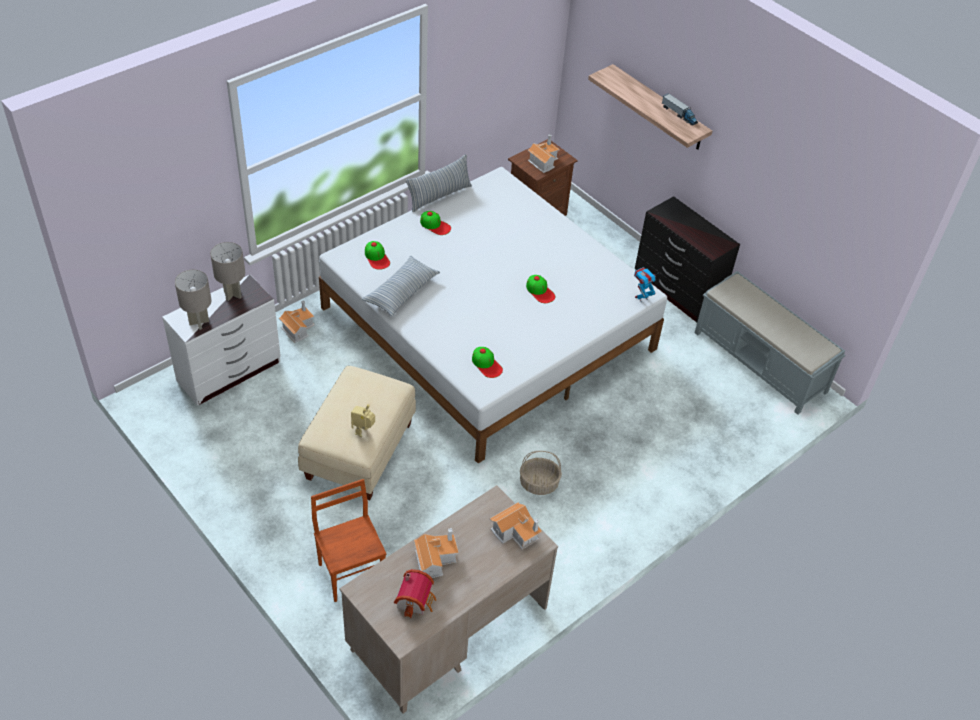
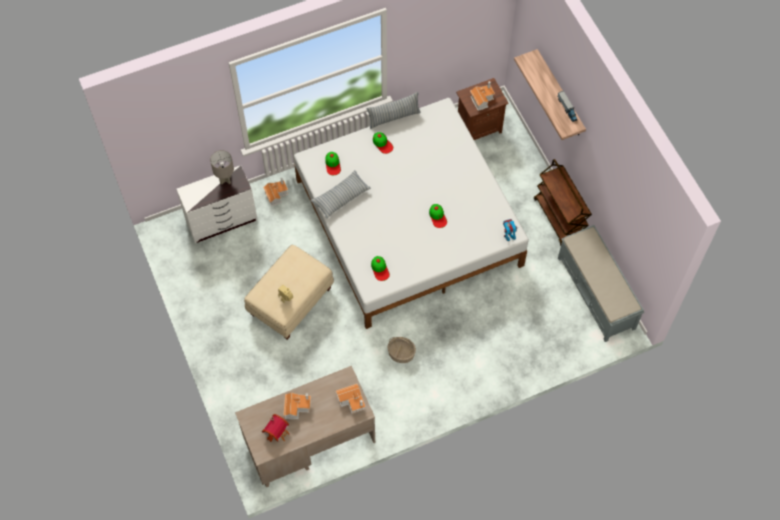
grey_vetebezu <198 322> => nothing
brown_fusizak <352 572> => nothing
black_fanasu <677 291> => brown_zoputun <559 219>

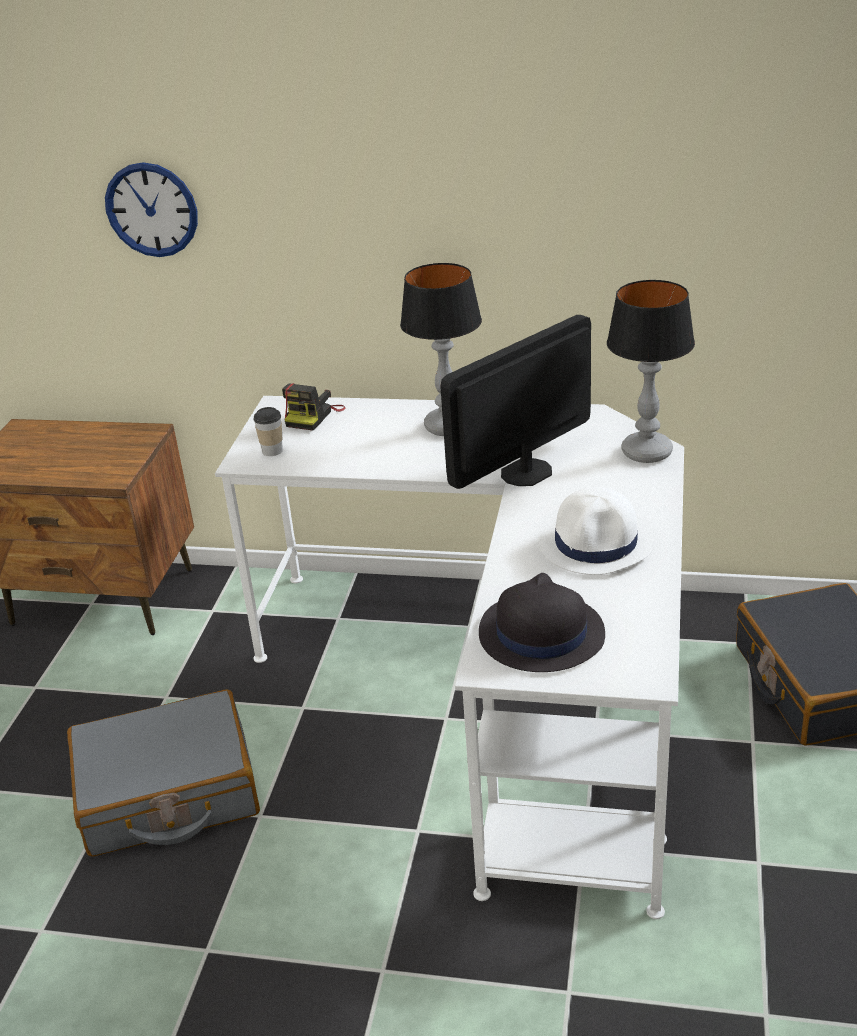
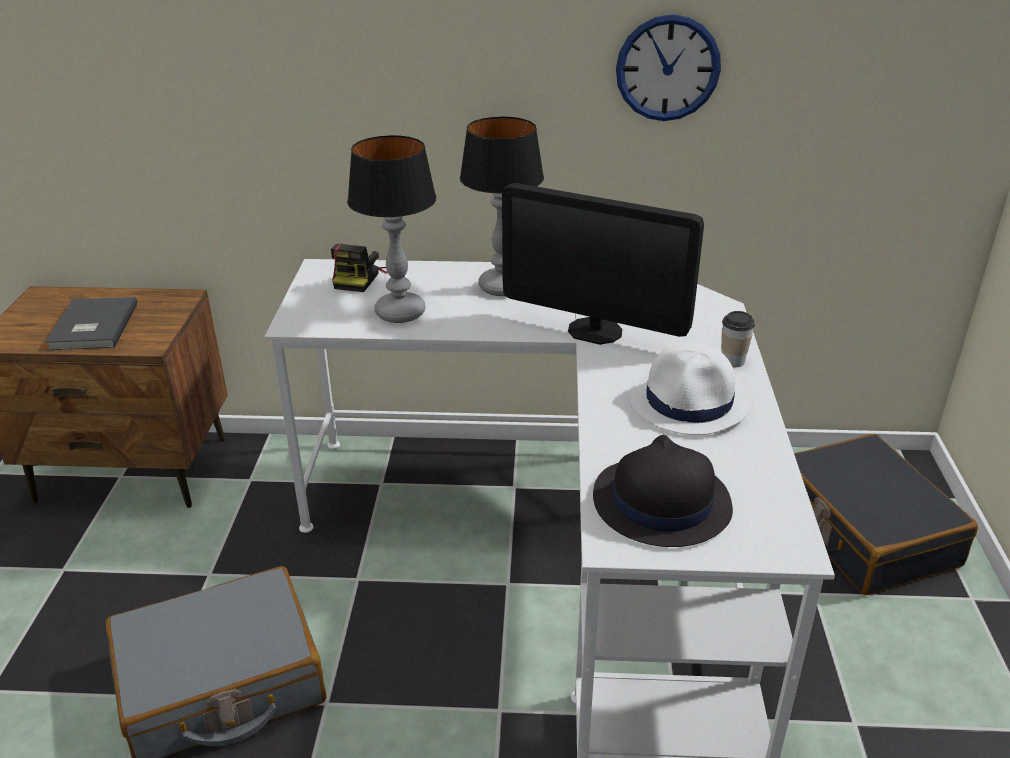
nothing => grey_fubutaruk <91 327>
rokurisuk <151 210> => rokurisuk <667 68>, relocated
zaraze <272 451> => zaraze <732 361>, relocated
vetebezu <648 452> => vetebezu <401 313>, relocated
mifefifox <526 472> => mifefifox <595 331>, 105 degrees counterclockwise

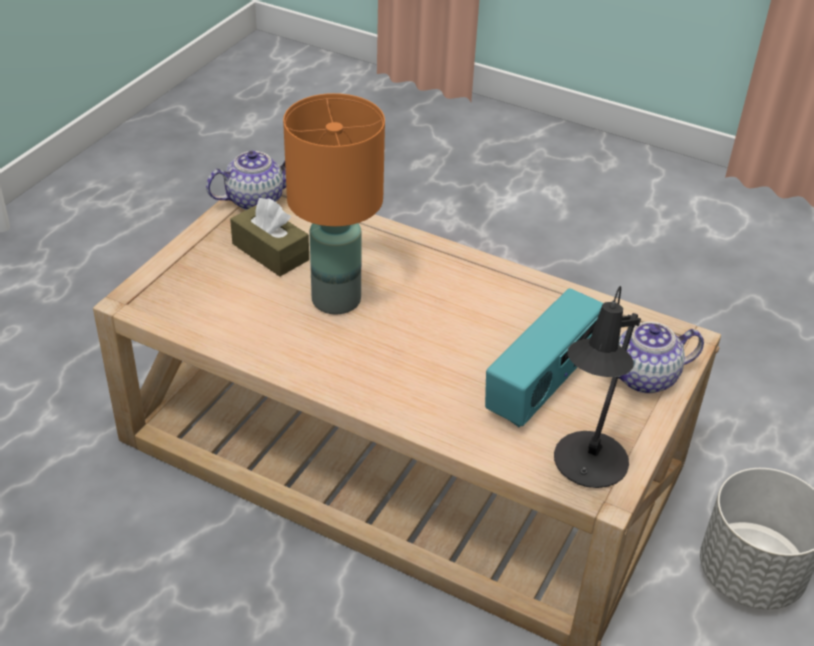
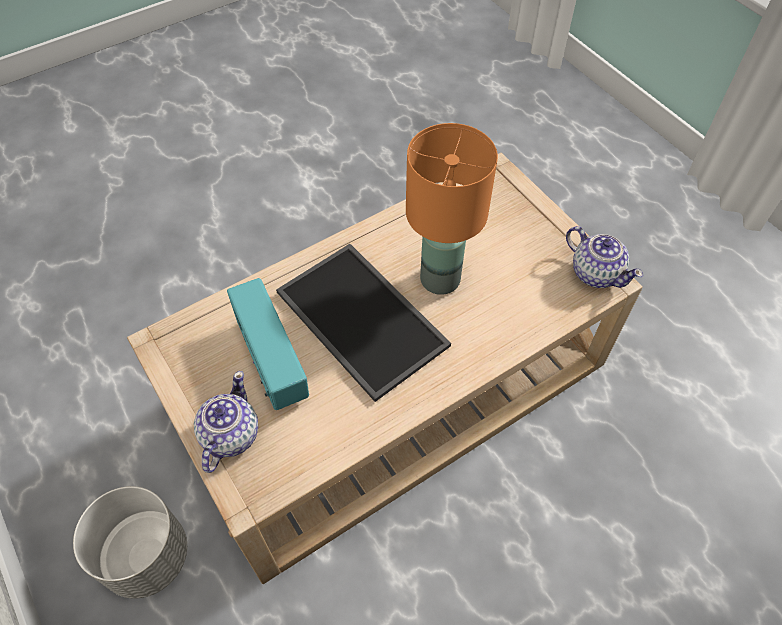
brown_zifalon <270 252> => nothing
black_vetebezu <586 467> => nothing
nothing => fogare <364 318>
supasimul <254 200> => supasimul <595 272>, 45 degrees counterclockwise

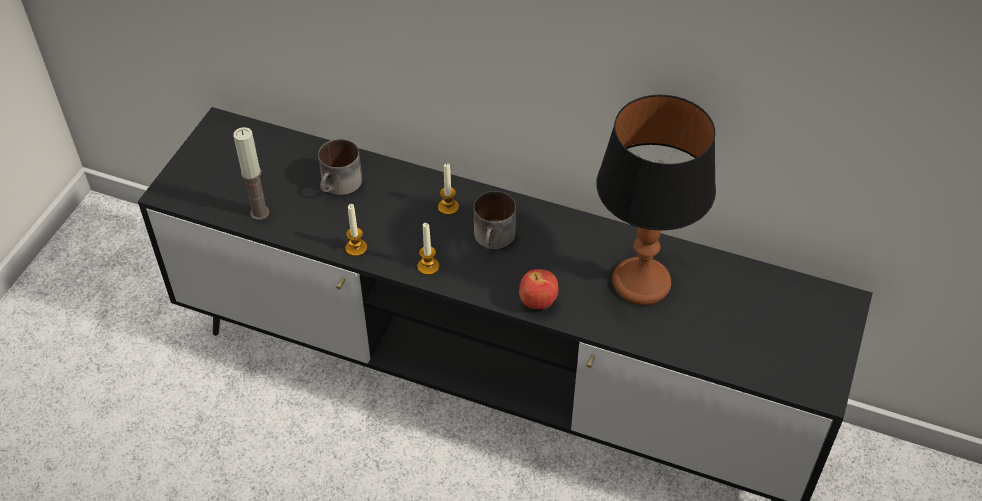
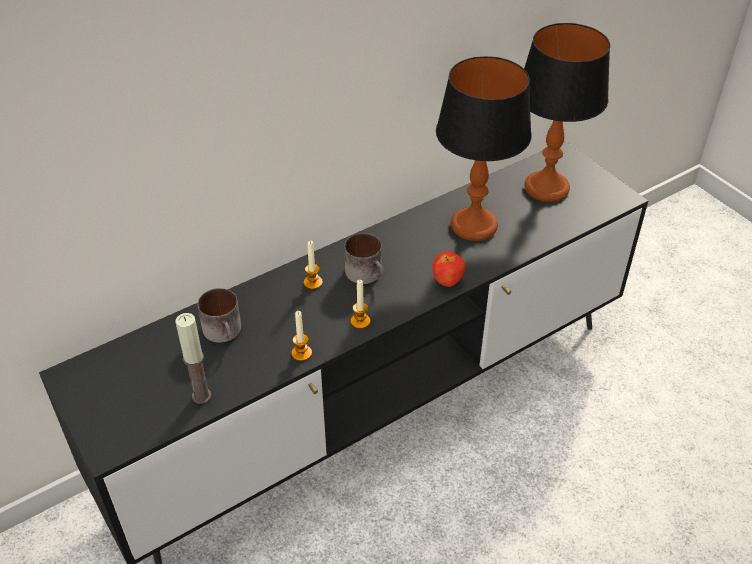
nothing => vetebezu <546 187>

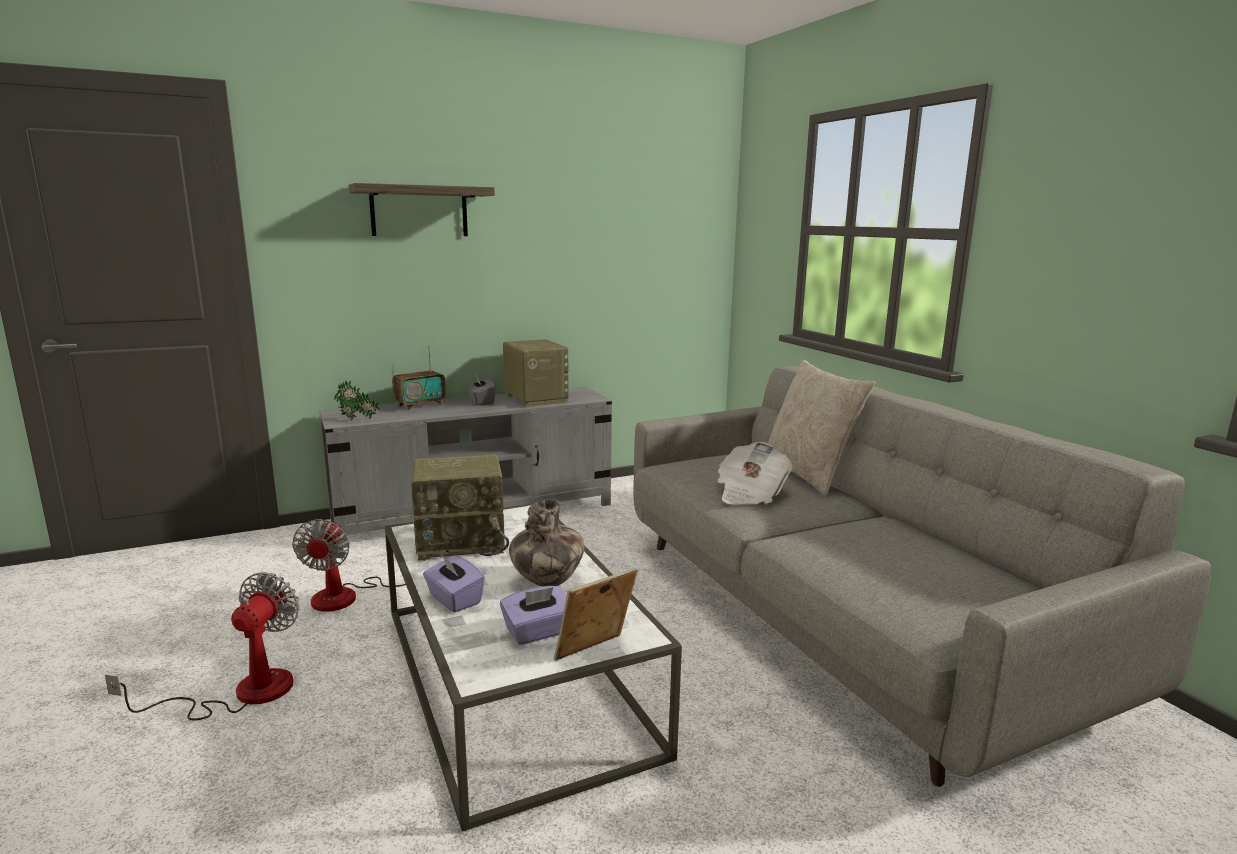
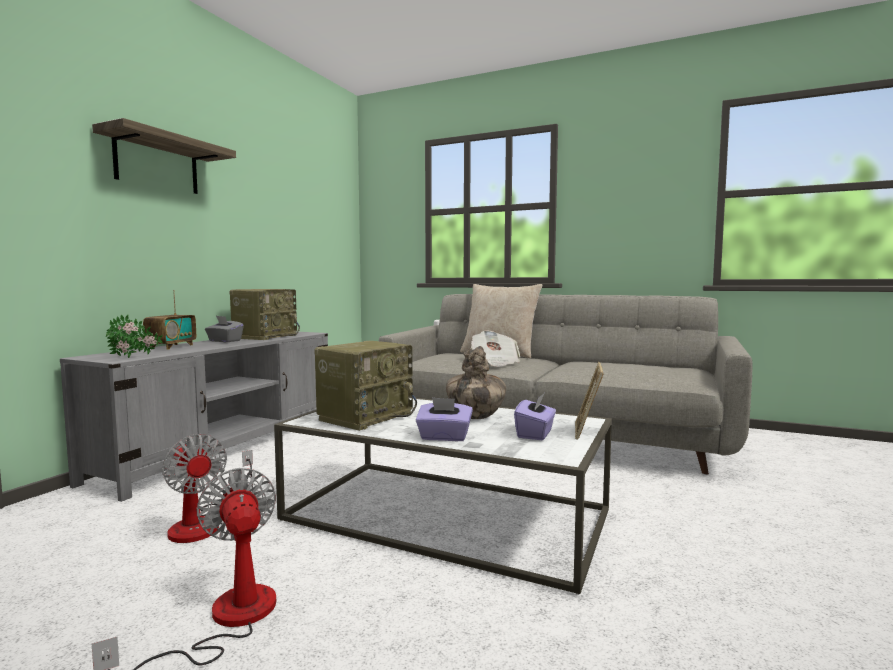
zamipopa <534 398> => zamipopa <265 336>, 90 degrees clockwise

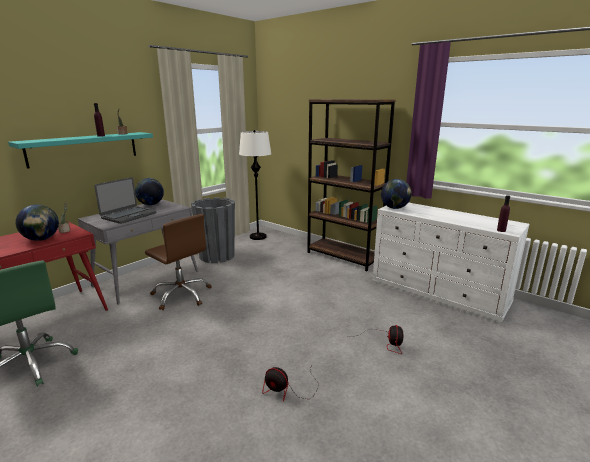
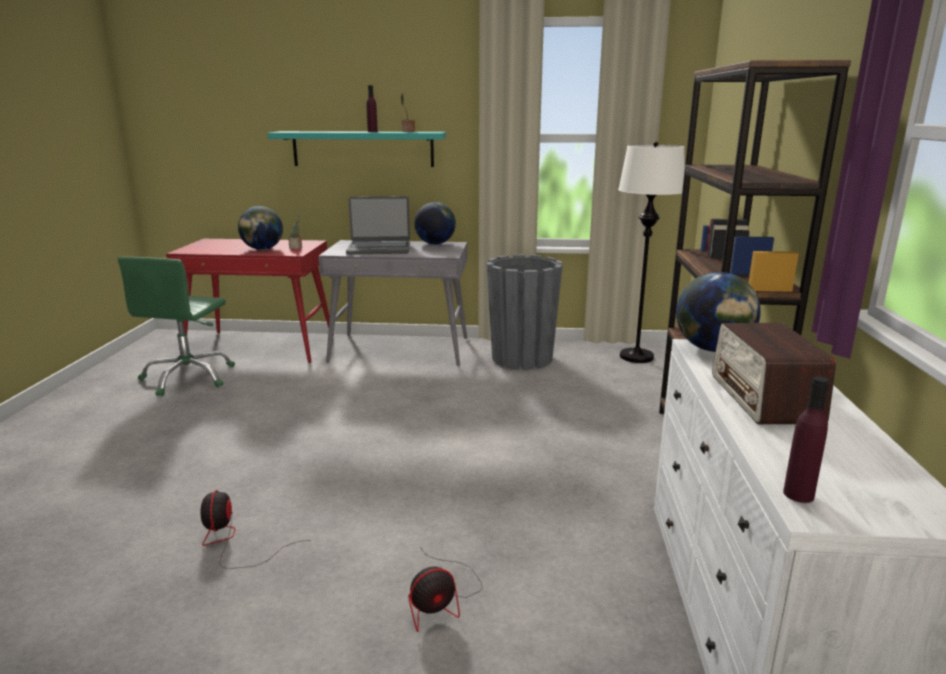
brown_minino <181 295> => nothing
nothing => zamipopa <764 398>

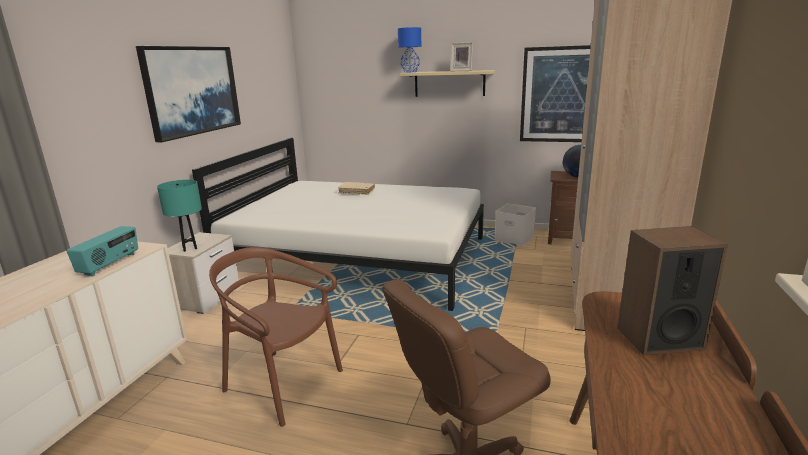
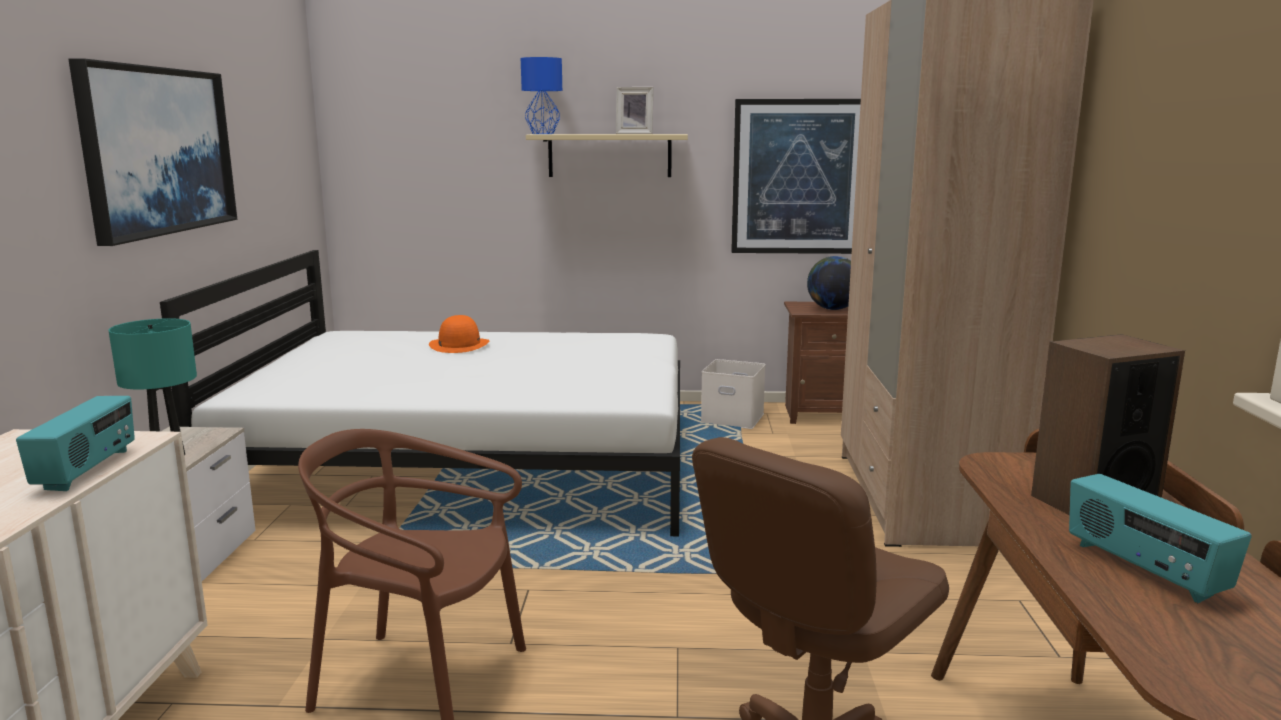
nothing => zamipopa <1143 570>
beige_fubutaruk <356 192> => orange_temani <459 345>

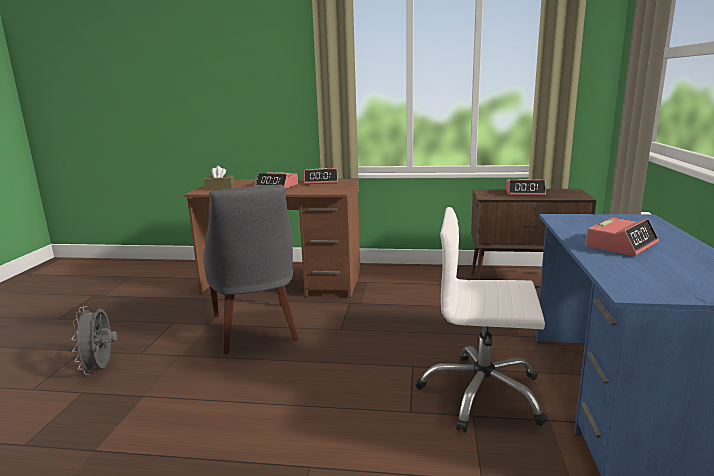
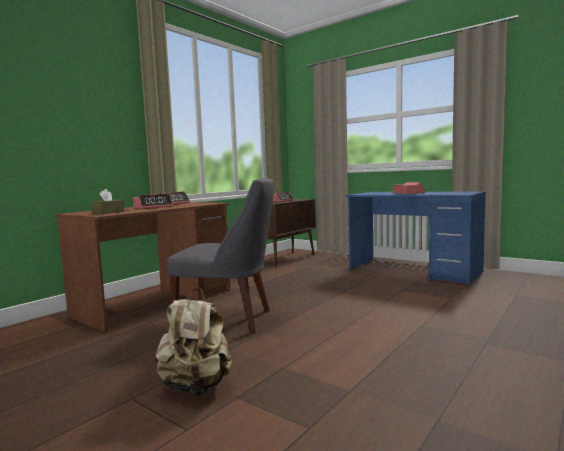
white_minino <482 394> => nothing
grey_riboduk <101 368> => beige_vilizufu <197 386>

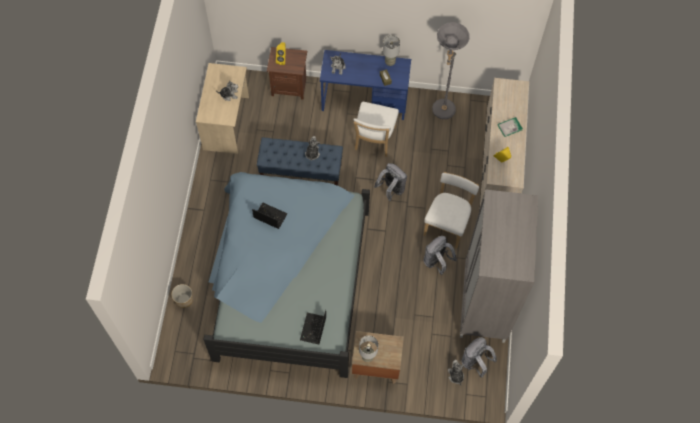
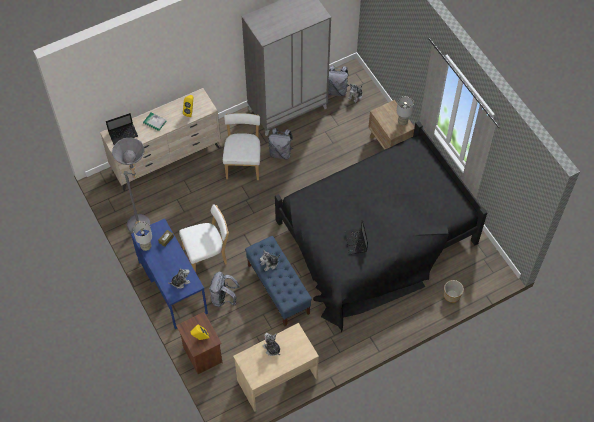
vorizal <313 329> => vorizal <123 134>, relocated
grey_vilizufu <391 190> => grey_vilizufu <224 298>, relocated
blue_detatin <287 278> => black_detatin <375 238>
white_fusizak <447 224> => white_fusizak <243 163>, 105 degrees clockwise

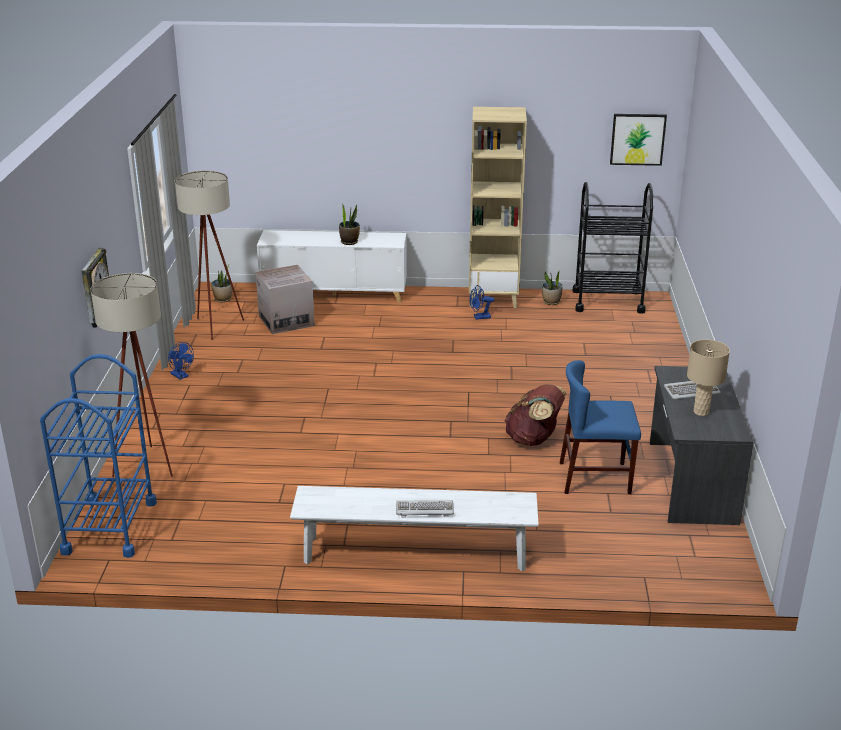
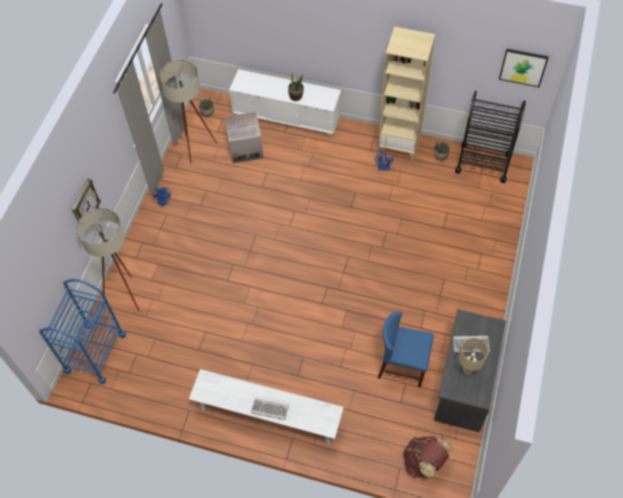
brown_vilizufu <533 439> => brown_vilizufu <424 462>, relocated

